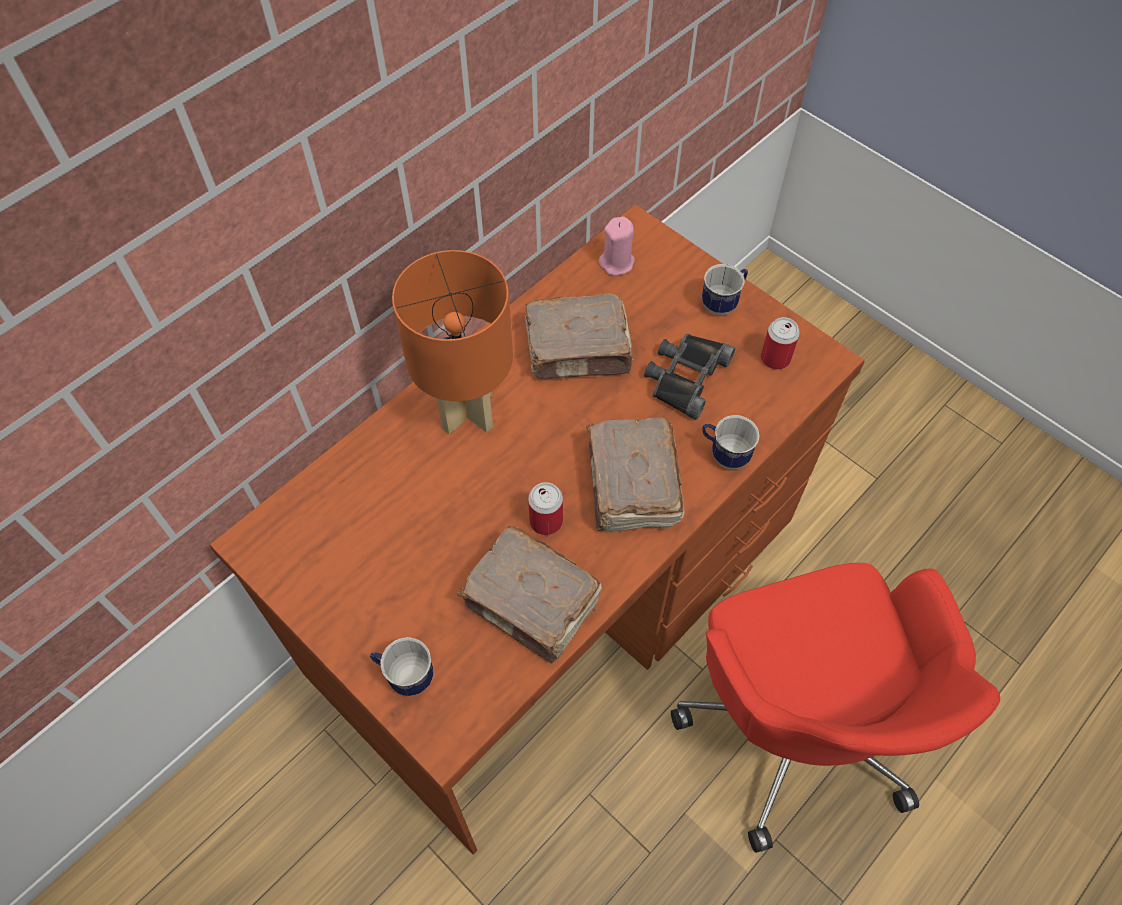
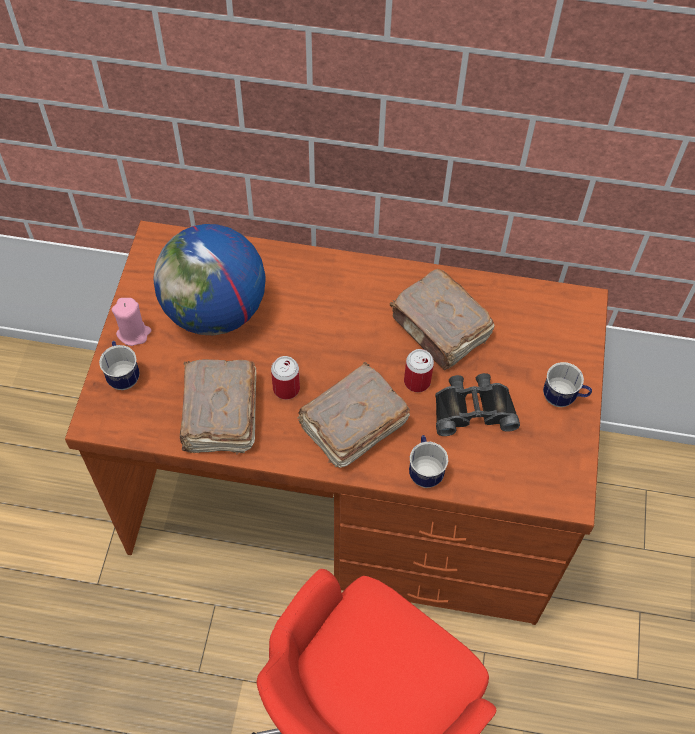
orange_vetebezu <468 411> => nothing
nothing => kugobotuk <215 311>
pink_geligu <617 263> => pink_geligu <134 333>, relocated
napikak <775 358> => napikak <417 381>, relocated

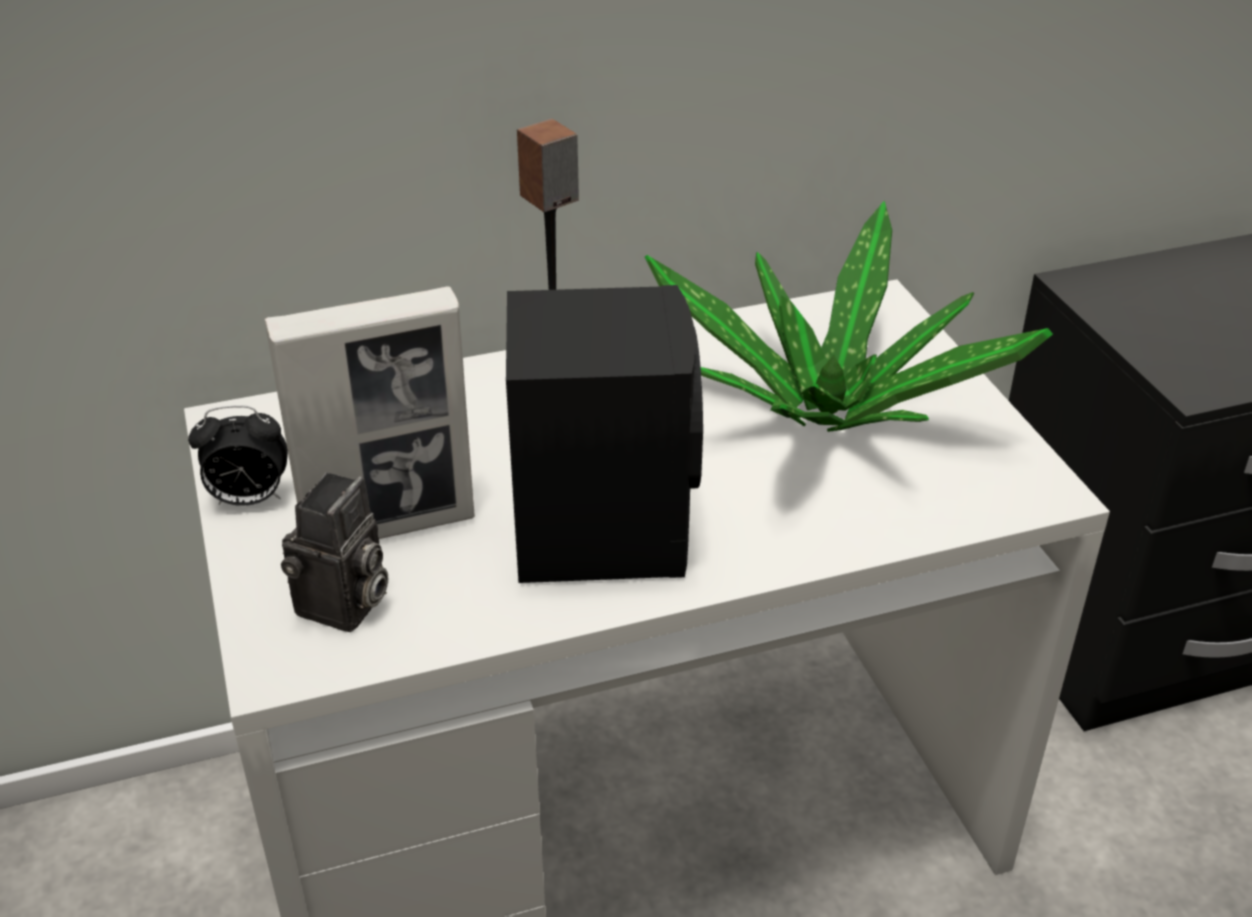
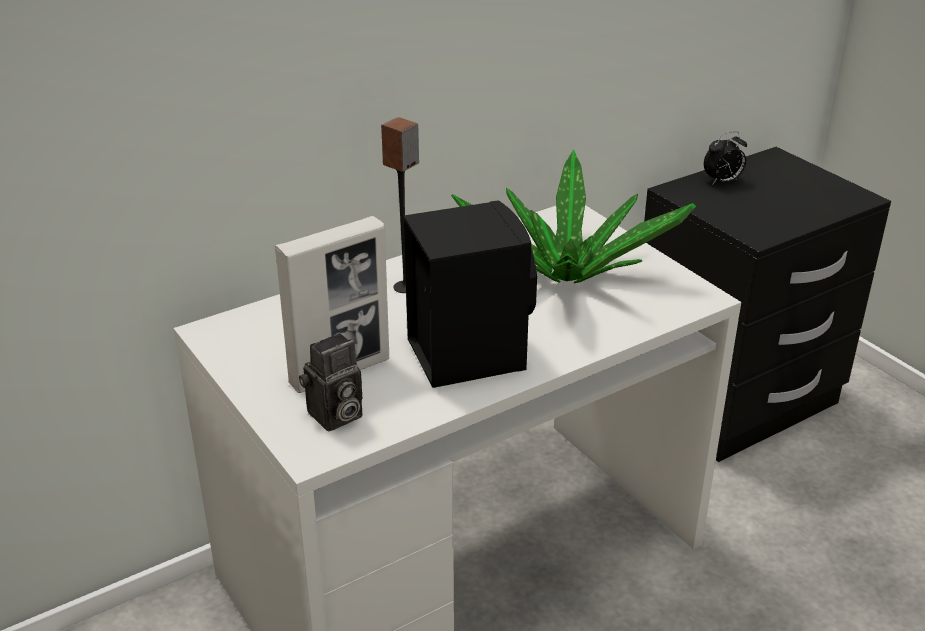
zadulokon <248 499> => zadulokon <722 181>, relocated
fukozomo <343 607> => fukozomo <334 417>, 45 degrees clockwise

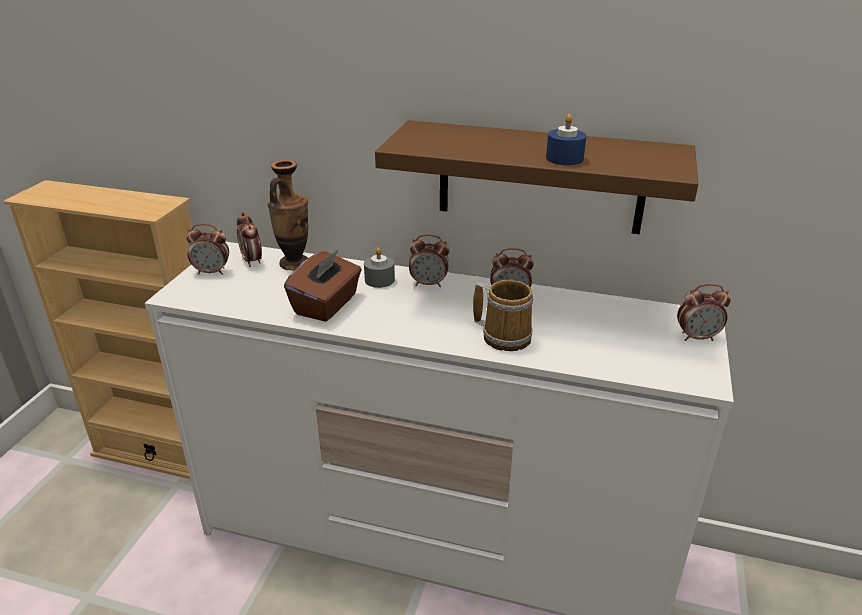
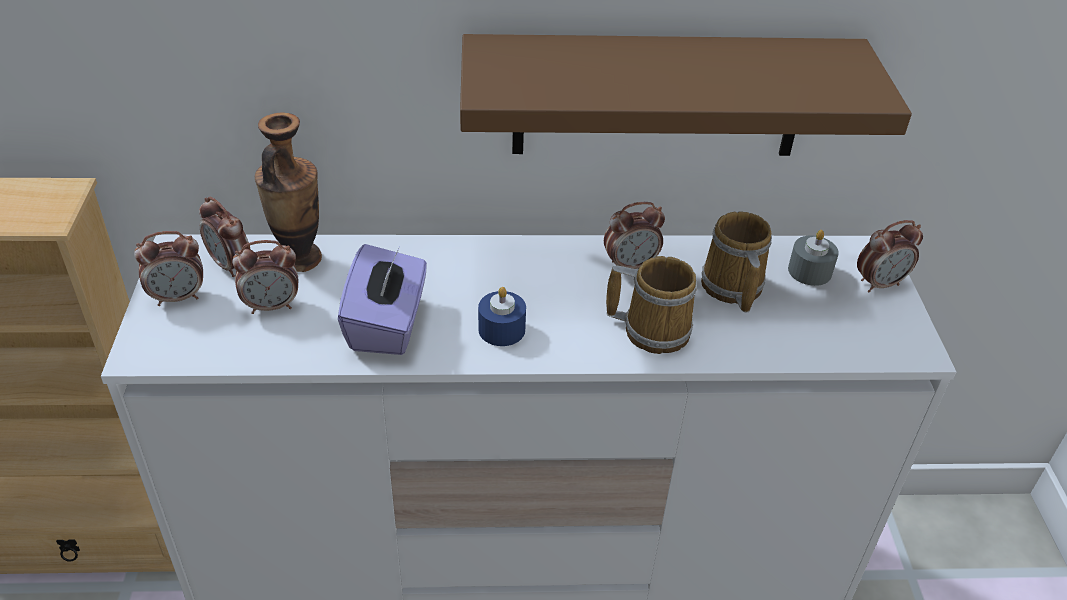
nothing => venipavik <730 287>
grey_geligu <379 280> => grey_geligu <809 271>, relocated
zadulokon <429 284> => zadulokon <272 306>, relocated
blue_geligu <564 158> => blue_geligu <501 329>, relocated
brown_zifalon <327 305> => purple_zifalon <387 324>

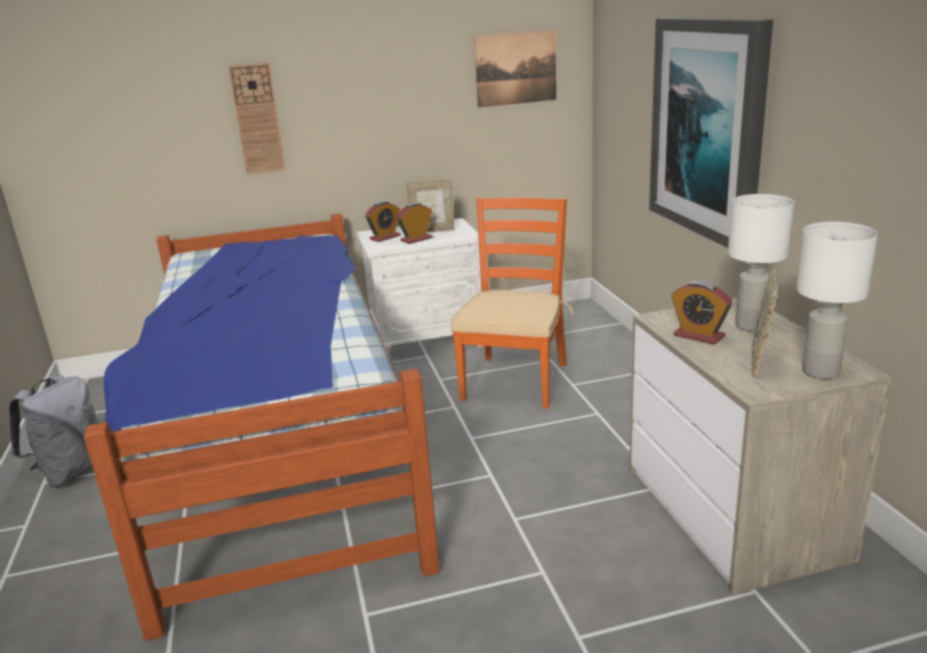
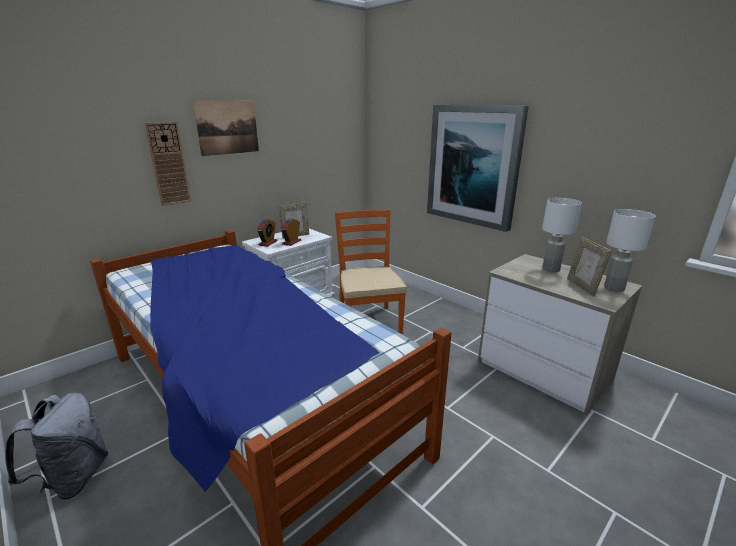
zadulokon <699 336> => nothing
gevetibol <516 68> => gevetibol <227 127>, relocated

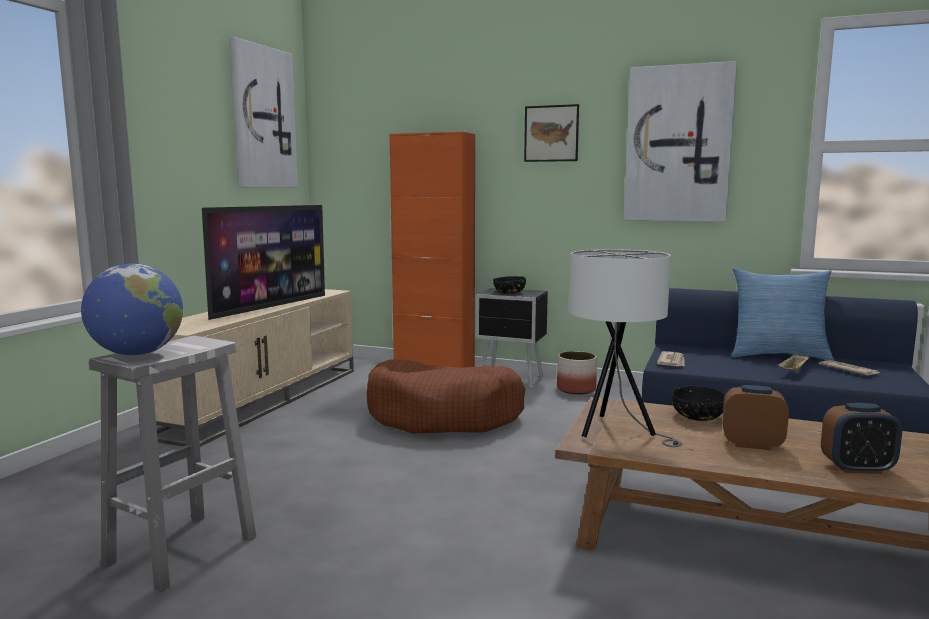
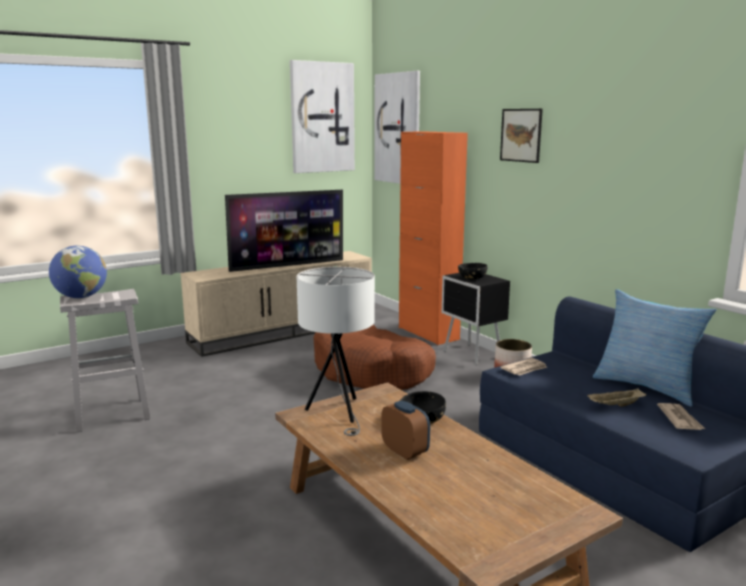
zadulokon <857 468> => nothing
gevetibol <678 144> => gevetibol <398 128>, relocated

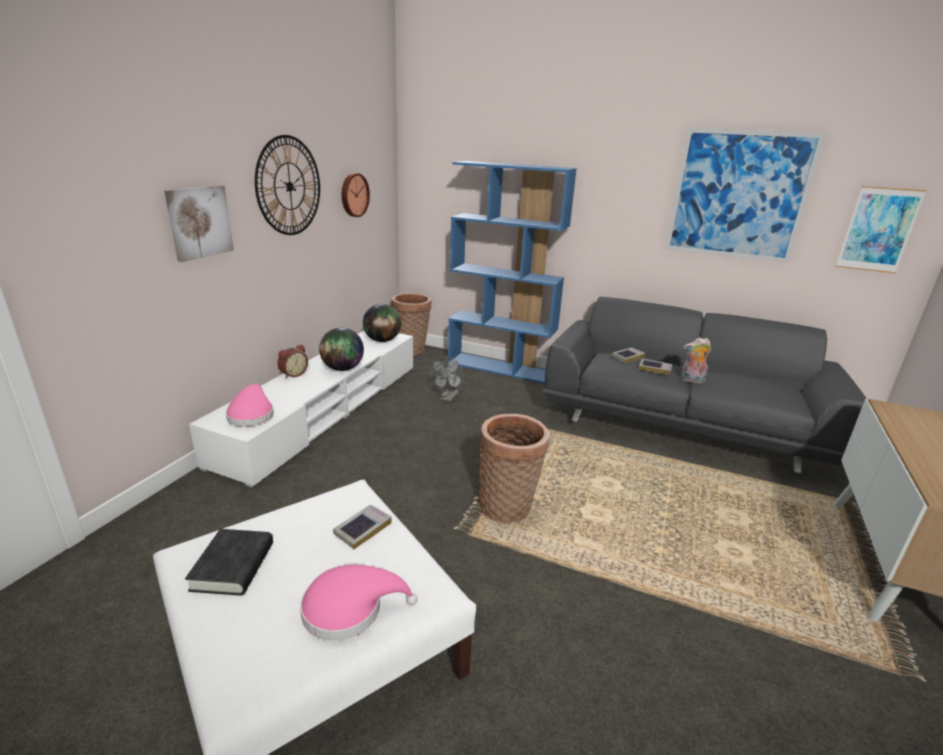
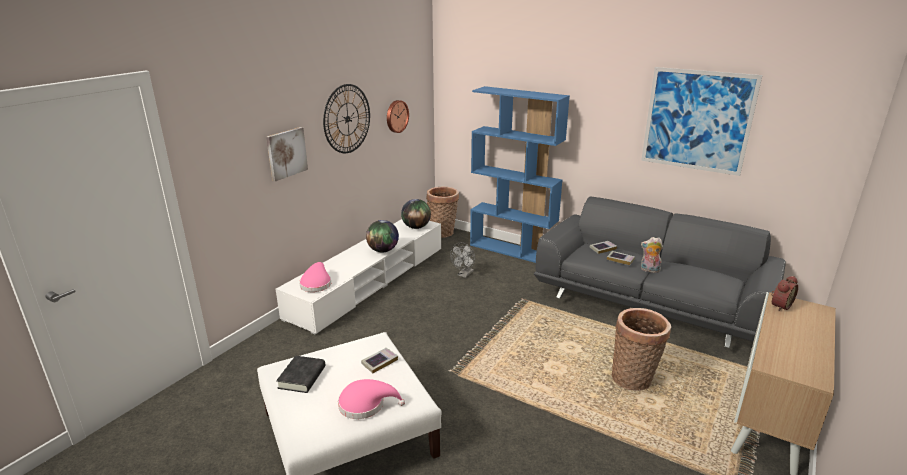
gevetibol <878 230> => nothing
zadulokon <293 374> => zadulokon <779 305>, relocated
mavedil <508 508> => mavedil <634 379>, relocated

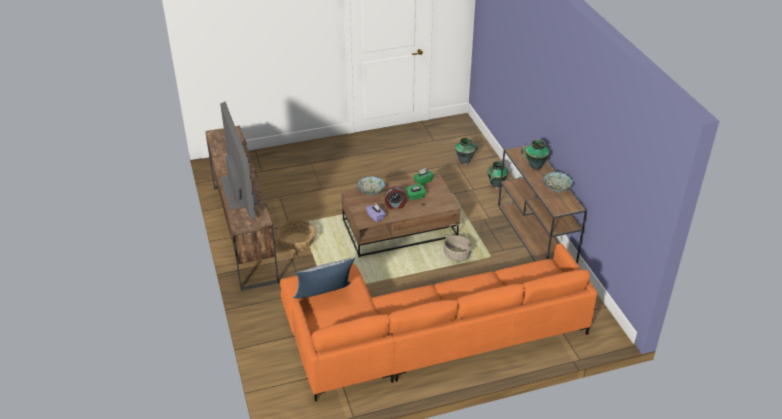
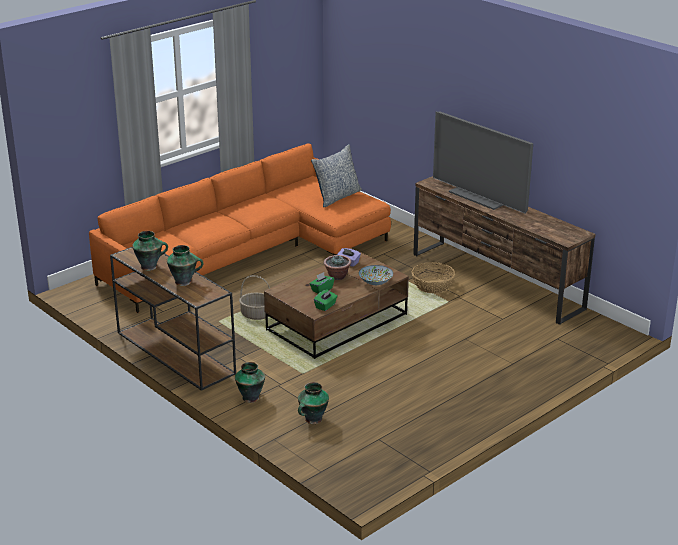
zadulokon <395 205> => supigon <337 276>
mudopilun <556 188> => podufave <150 266>

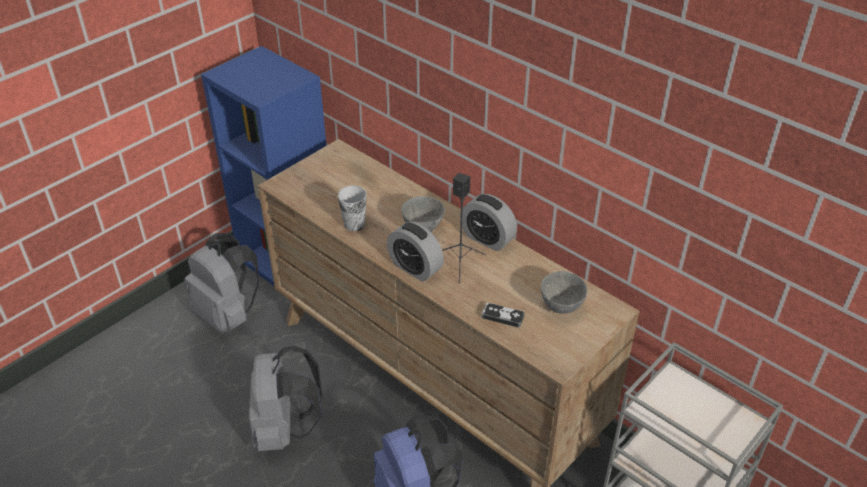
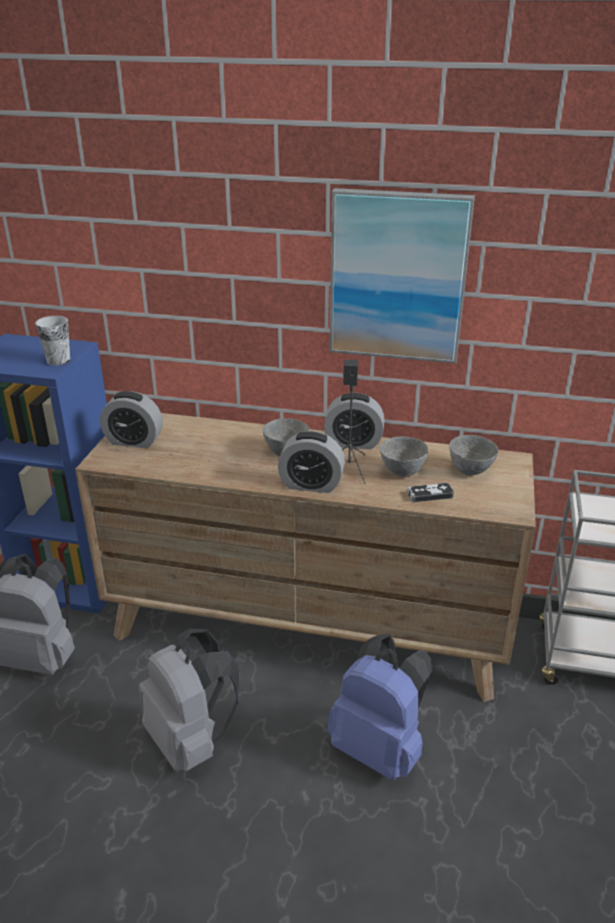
nothing => zadulokon <134 441>
nothing => gevetibol <398 277>
nothing => grey_mudopilun <403 472>
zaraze <354 224> => zaraze <58 360>, relocated

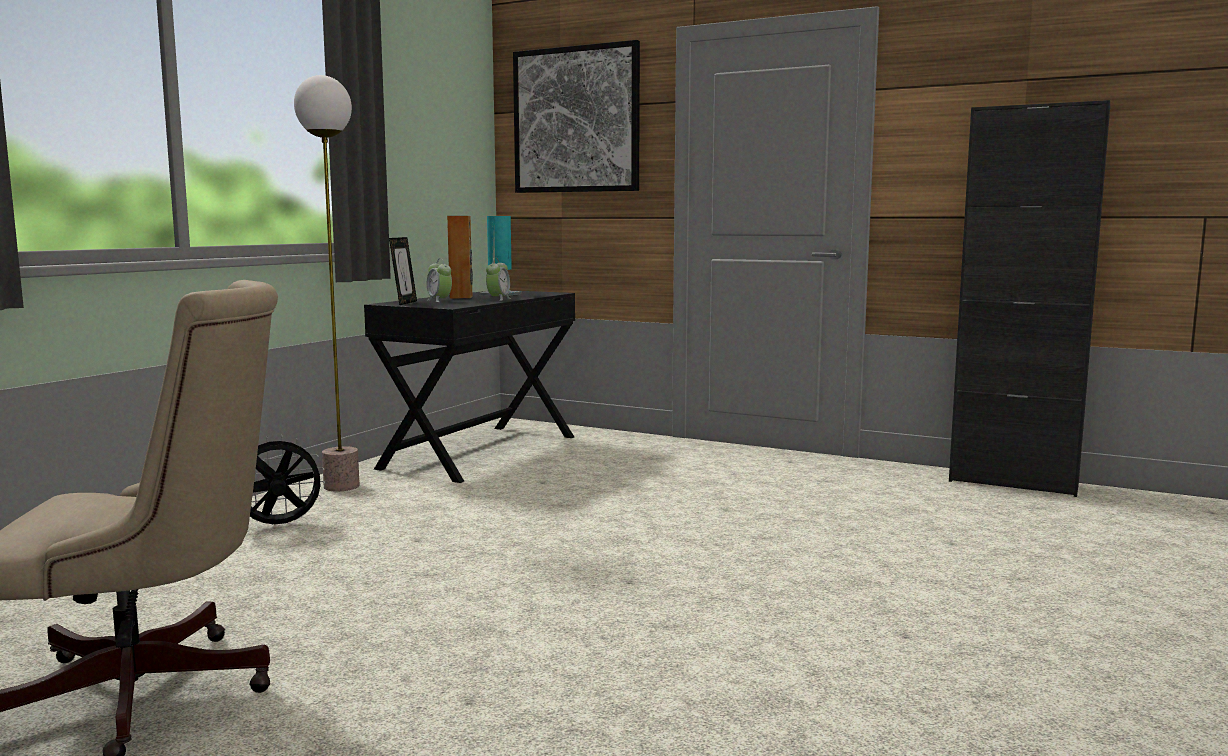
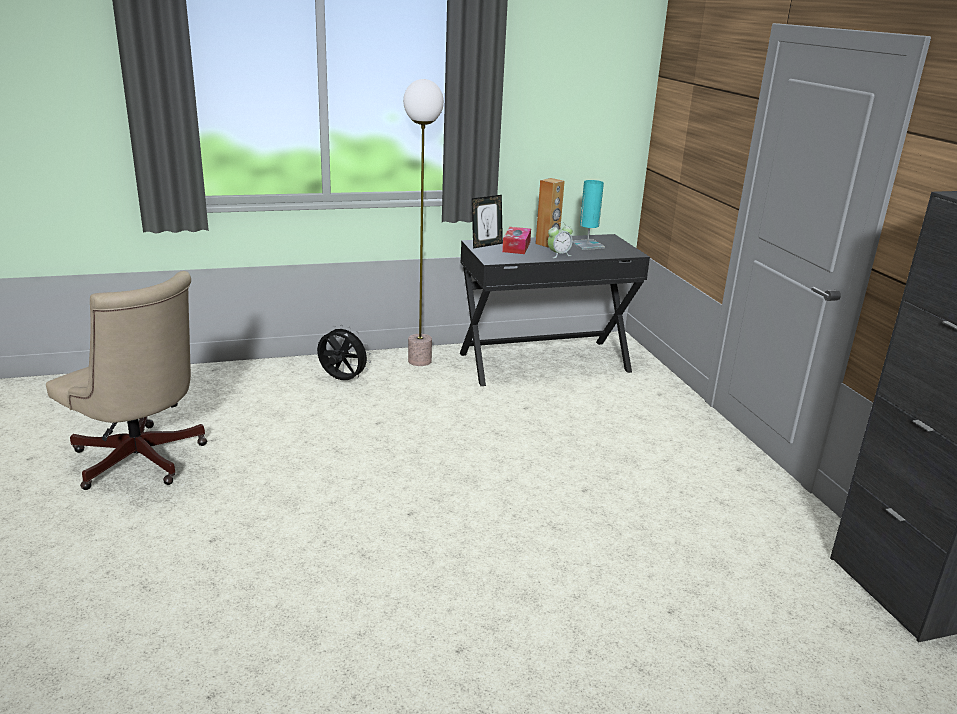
gevetibol <576 120> => nothing
zadulokon <439 300> => zifalon <516 247>

